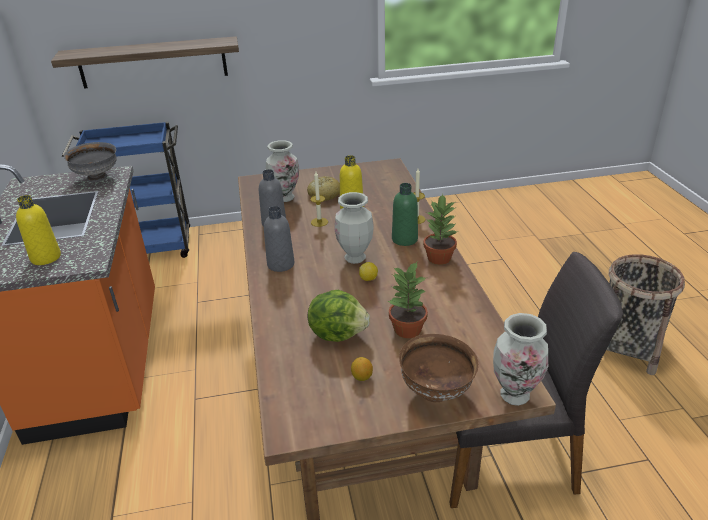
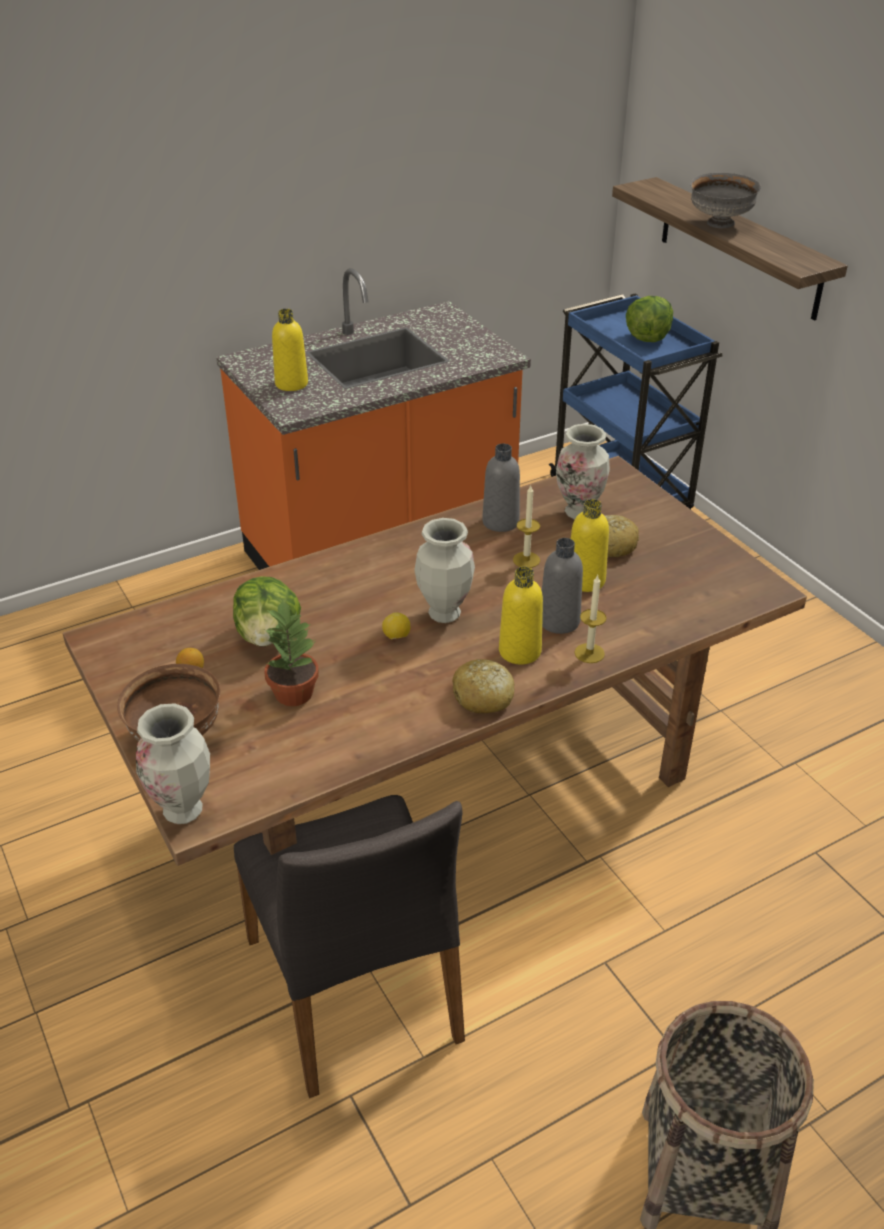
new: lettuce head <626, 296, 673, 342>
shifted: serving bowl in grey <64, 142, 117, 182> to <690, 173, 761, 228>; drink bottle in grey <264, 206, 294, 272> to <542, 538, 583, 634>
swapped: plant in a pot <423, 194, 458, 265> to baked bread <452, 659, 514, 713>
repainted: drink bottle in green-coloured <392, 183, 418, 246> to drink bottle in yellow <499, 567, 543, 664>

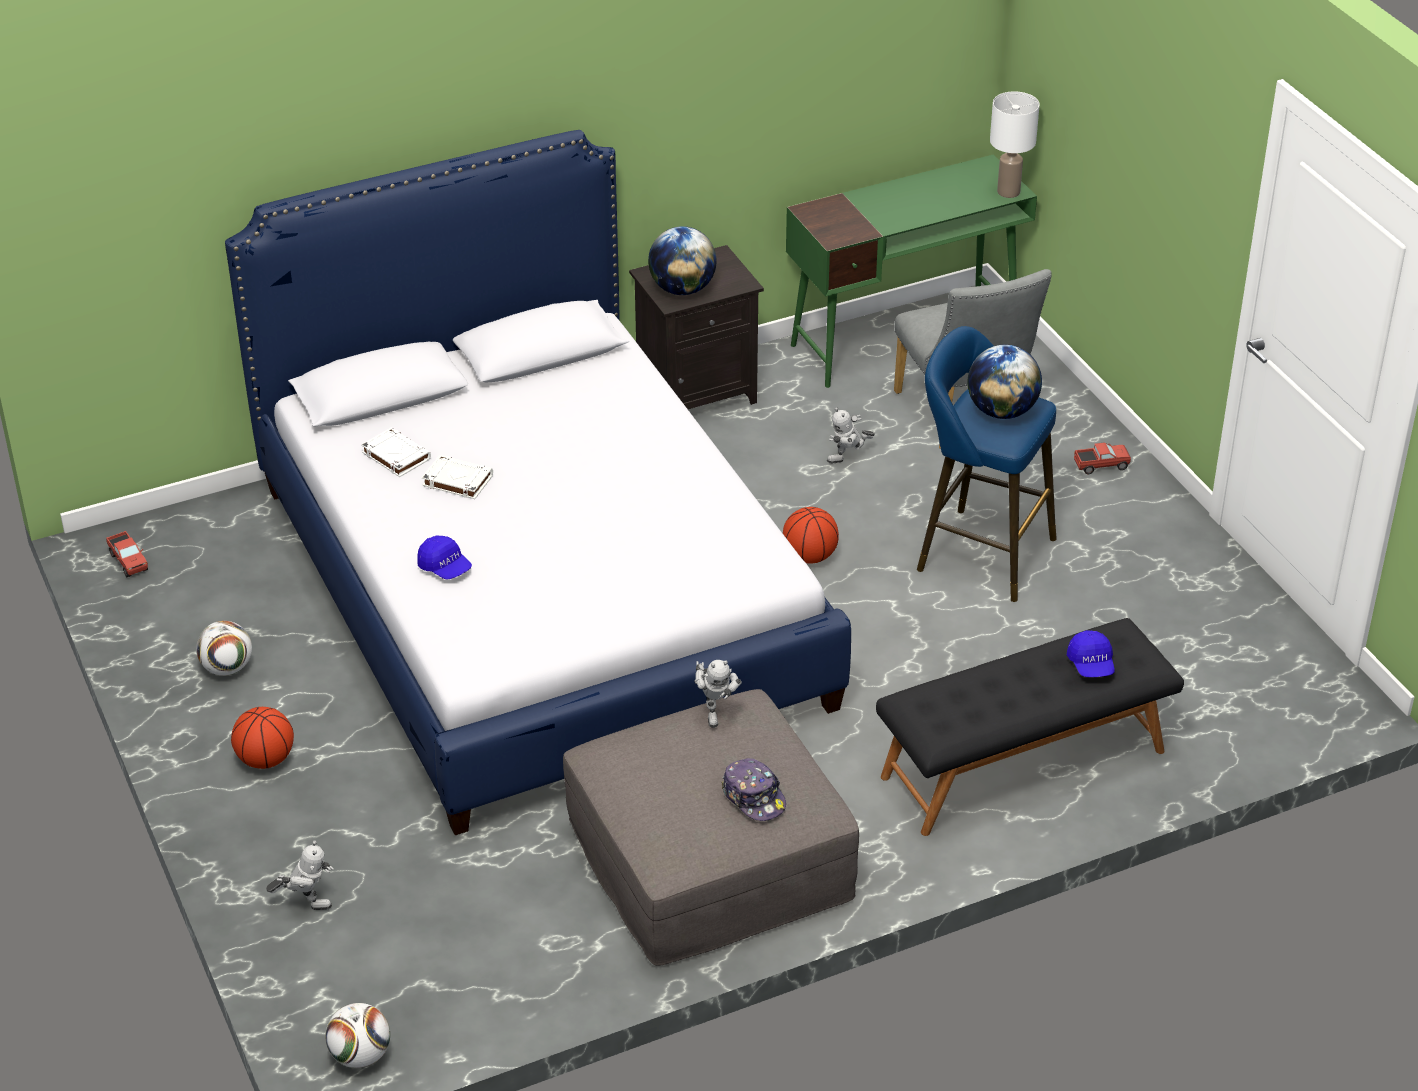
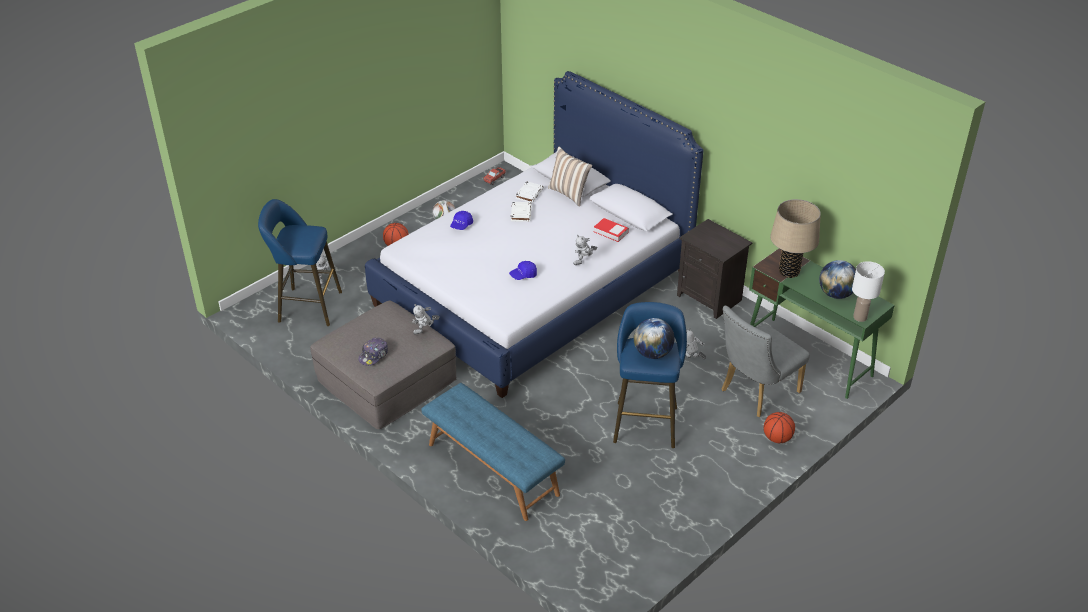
gone: football <325, 1003, 390, 1068>; model truck <1074, 443, 1131, 474>
new: stool in blue-coloured <258, 199, 342, 326>; pillow <548, 147, 592, 207>; toy robot <573, 235, 598, 265>; volume <594, 218, 629, 242>; lamp for a table in sand-coloured <770, 199, 821, 278>
shifted: desk globe <648, 226, 717, 295> to <819, 260, 856, 299>; basketball <783, 507, 839, 563> to <764, 412, 795, 443>; baseball cap in blue-coloured <1067, 630, 1115, 677> to <509, 261, 537, 280>
repainted: indoor bench in black-coloured <876, 618, 1184, 836> to indoor bench in blue-coloured <421, 383, 565, 521>

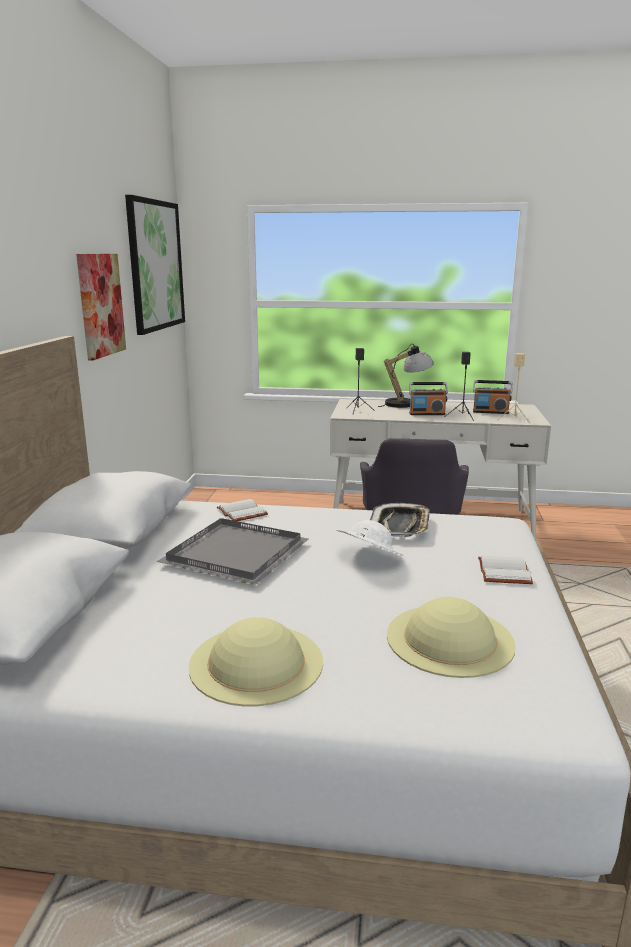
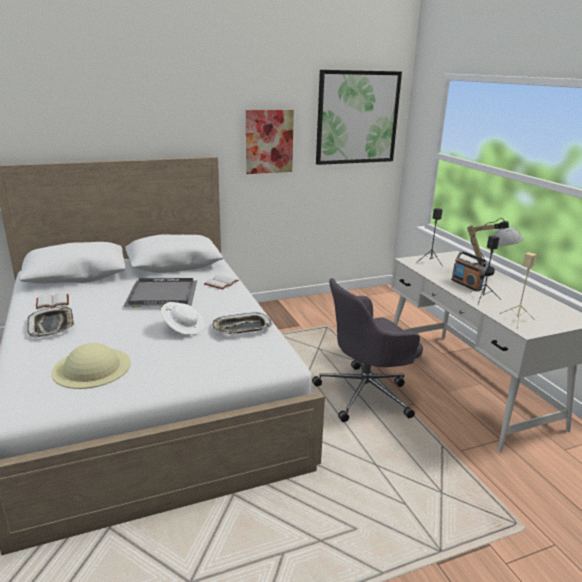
gone: radio <473, 380, 512, 414>
shifted: volume in white <478, 556, 533, 584> to <36, 293, 69, 309>
swapped: hat in sand-coloured <189, 617, 323, 706> to carrying tray <27, 307, 74, 338>

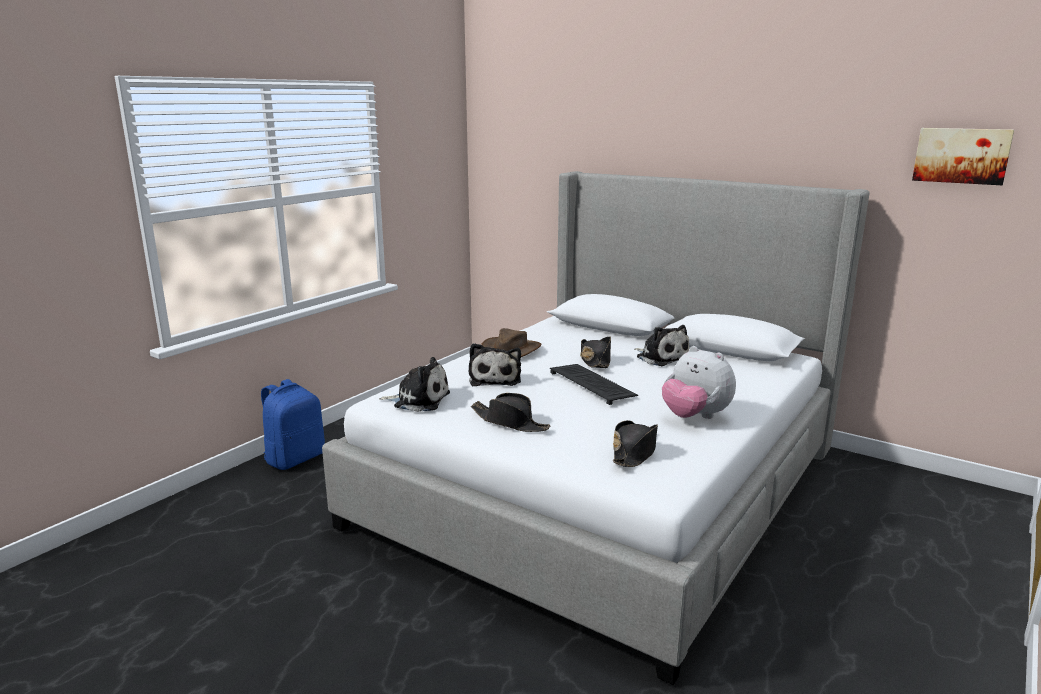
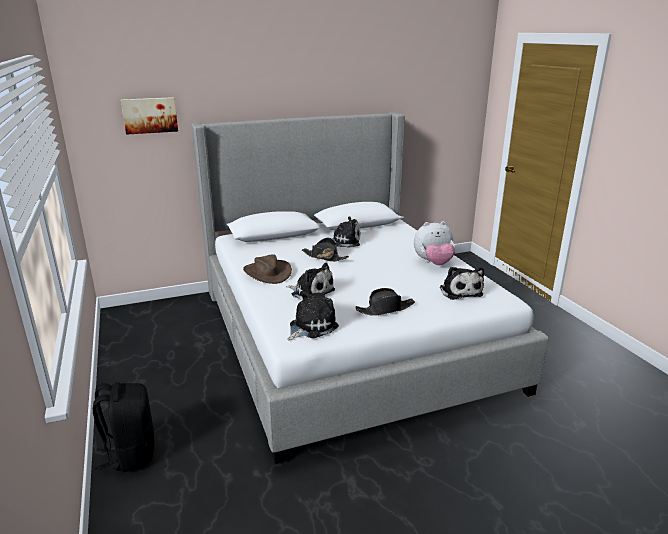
gone: keyboard <550, 364, 638, 405>
shifted: wall picture <912, 128, 1014, 185> to <121, 97, 178, 135>
swapped: hat in black-coloured <613, 420, 658, 467> to cuddly toy <440, 267, 484, 300>
repainted: backpack in blue-coloured <261, 379, 325, 470> to backpack in black-coloured <93, 382, 154, 472>

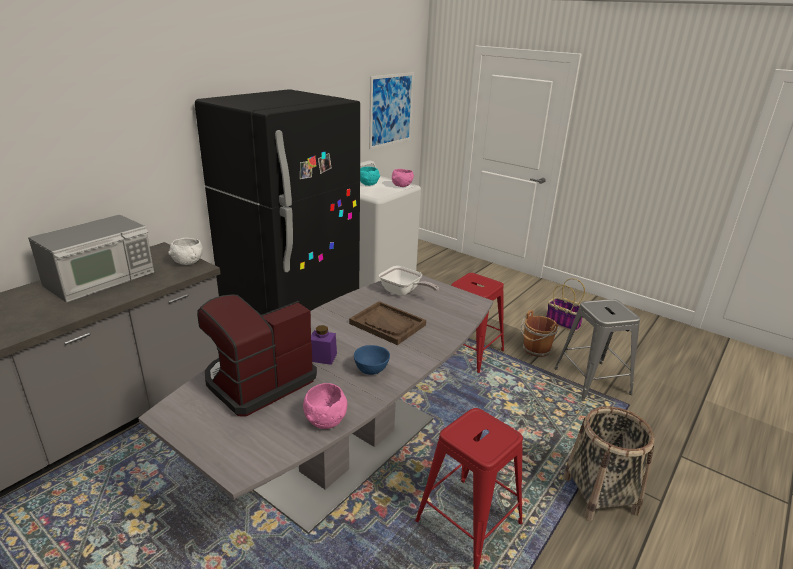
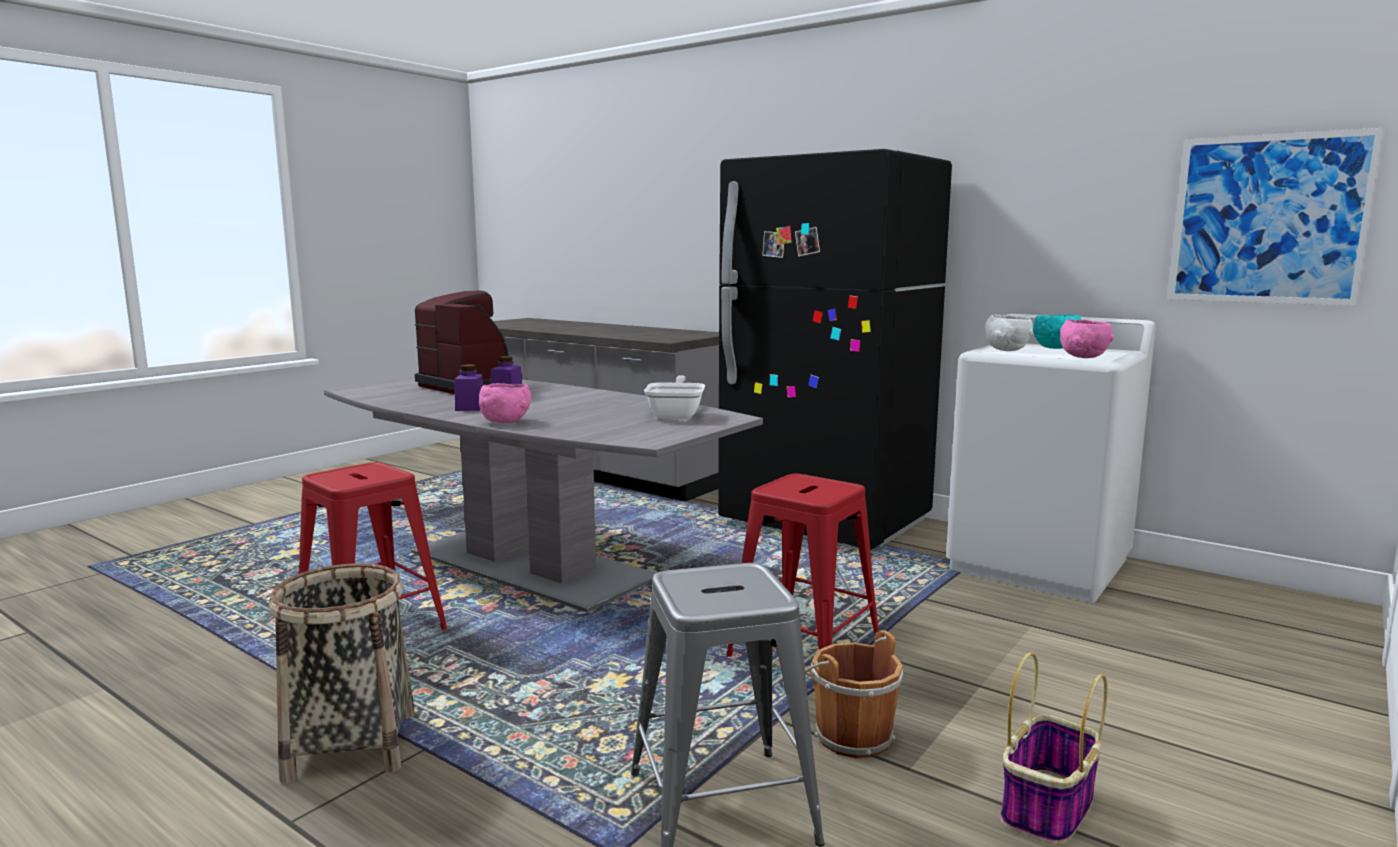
gone: kitchen microwave <28, 215, 154, 302>; carrying tray in brown-coloured <349, 301, 426, 345>
shifted: serving bowl in white <168, 238, 203, 265> to <985, 314, 1033, 351>; serving bowl in pink-coloured <303, 383, 347, 429> to <479, 383, 531, 423>
swapped: serving bowl in blue-coloured <354, 345, 390, 375> to preserve jar in purple-coloured <454, 364, 483, 411>
rotated: frying pan <379, 266, 439, 296> = <644, 375, 705, 419> 150 degrees clockwise

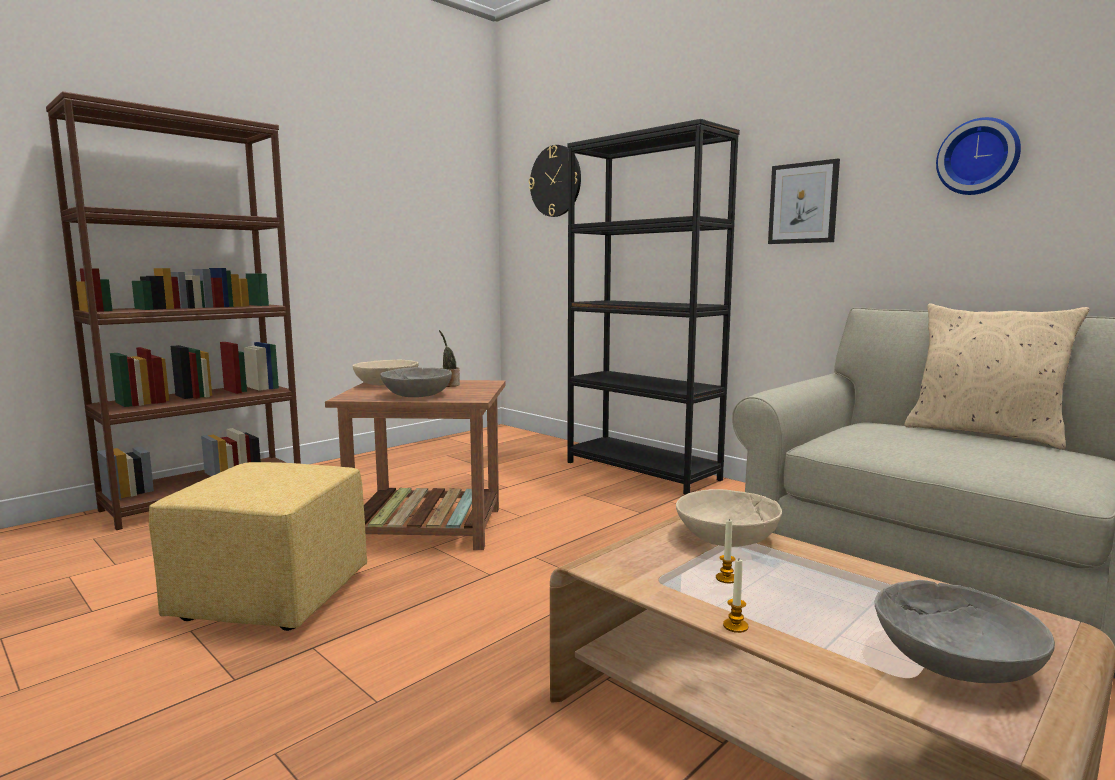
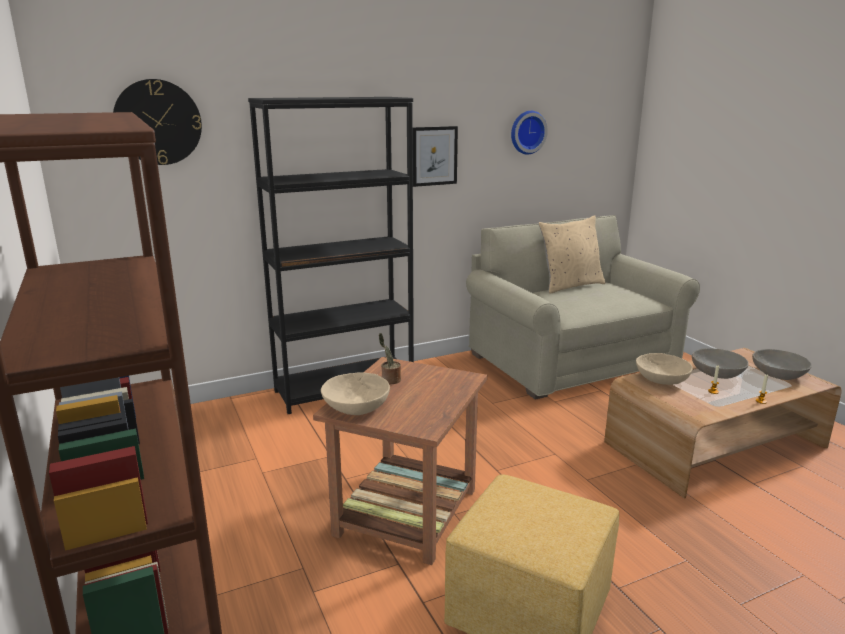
shifted: serving bowl in grey <380, 367, 452, 397> to <692, 348, 749, 379>

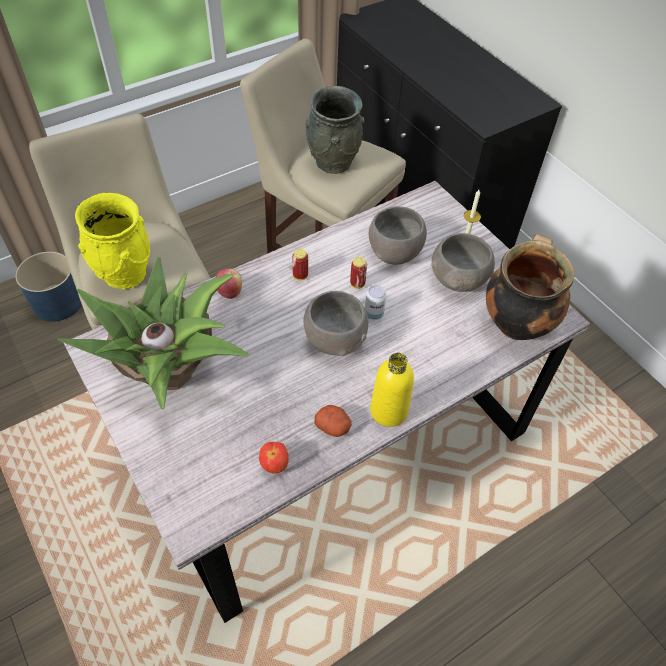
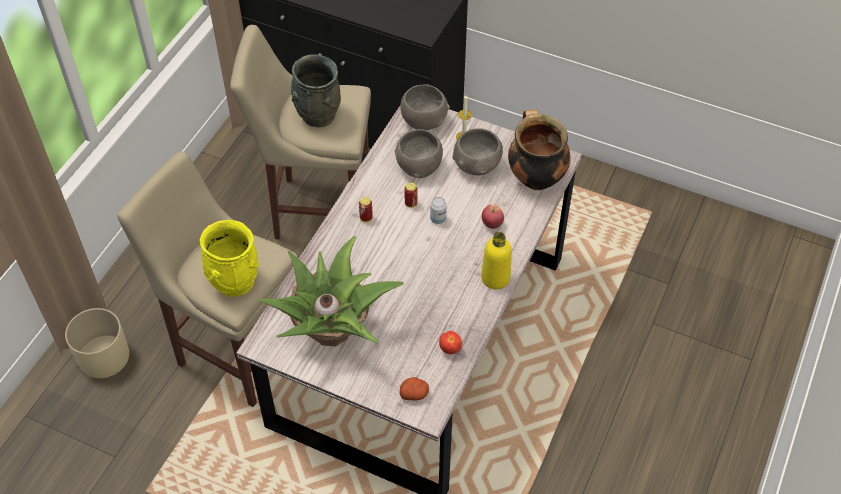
shifted: apple <216, 268, 242, 299> to <482, 204, 504, 229>; serving bowl in grey <303, 291, 368, 356> to <400, 84, 450, 130>; whole potato <315, 405, 352, 437> to <399, 377, 429, 401>
repainted: planter in blue-coloured <15, 252, 82, 322> to planter in sand-coloured <65, 308, 129, 378>

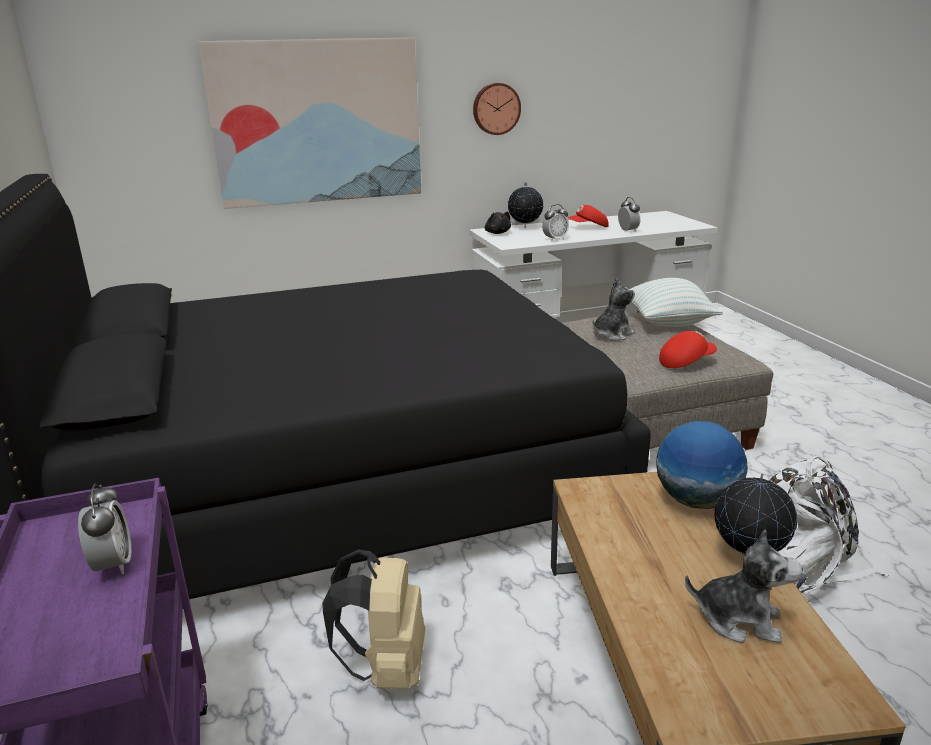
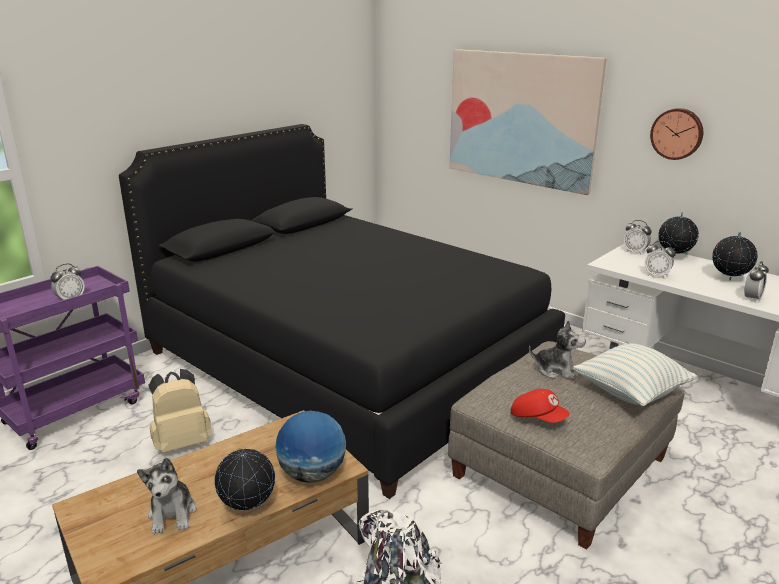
swapped: cuddly toy in black-coloured <485, 212, 511, 234> to table clock <624, 220, 652, 255>; baseball cap in red-coloured <567, 205, 609, 227> to desk globe <712, 232, 758, 280>

